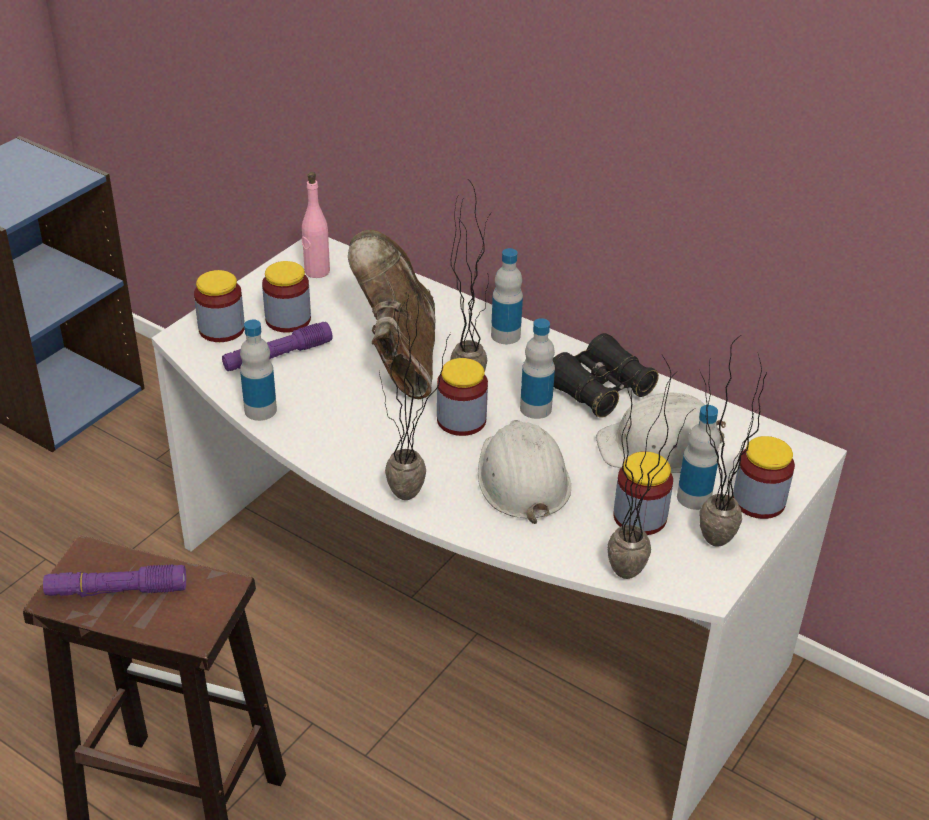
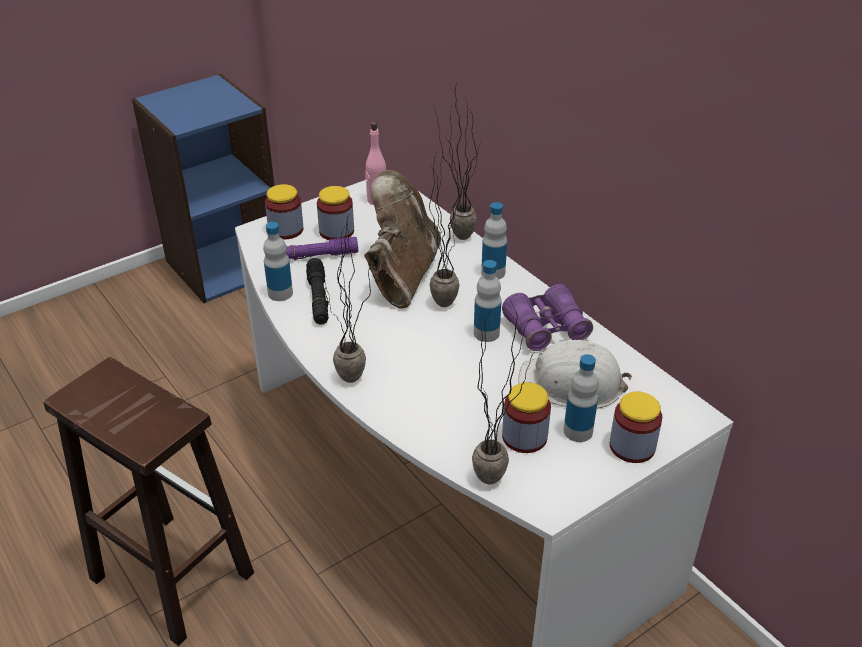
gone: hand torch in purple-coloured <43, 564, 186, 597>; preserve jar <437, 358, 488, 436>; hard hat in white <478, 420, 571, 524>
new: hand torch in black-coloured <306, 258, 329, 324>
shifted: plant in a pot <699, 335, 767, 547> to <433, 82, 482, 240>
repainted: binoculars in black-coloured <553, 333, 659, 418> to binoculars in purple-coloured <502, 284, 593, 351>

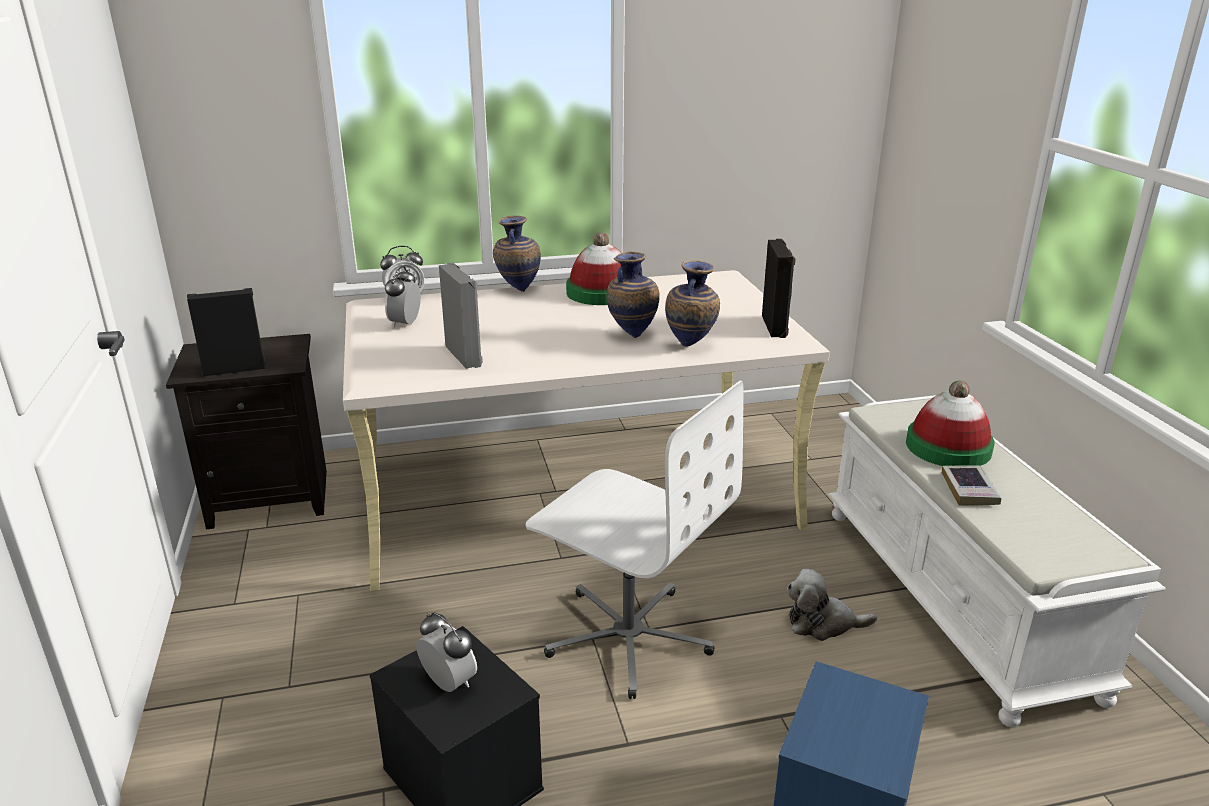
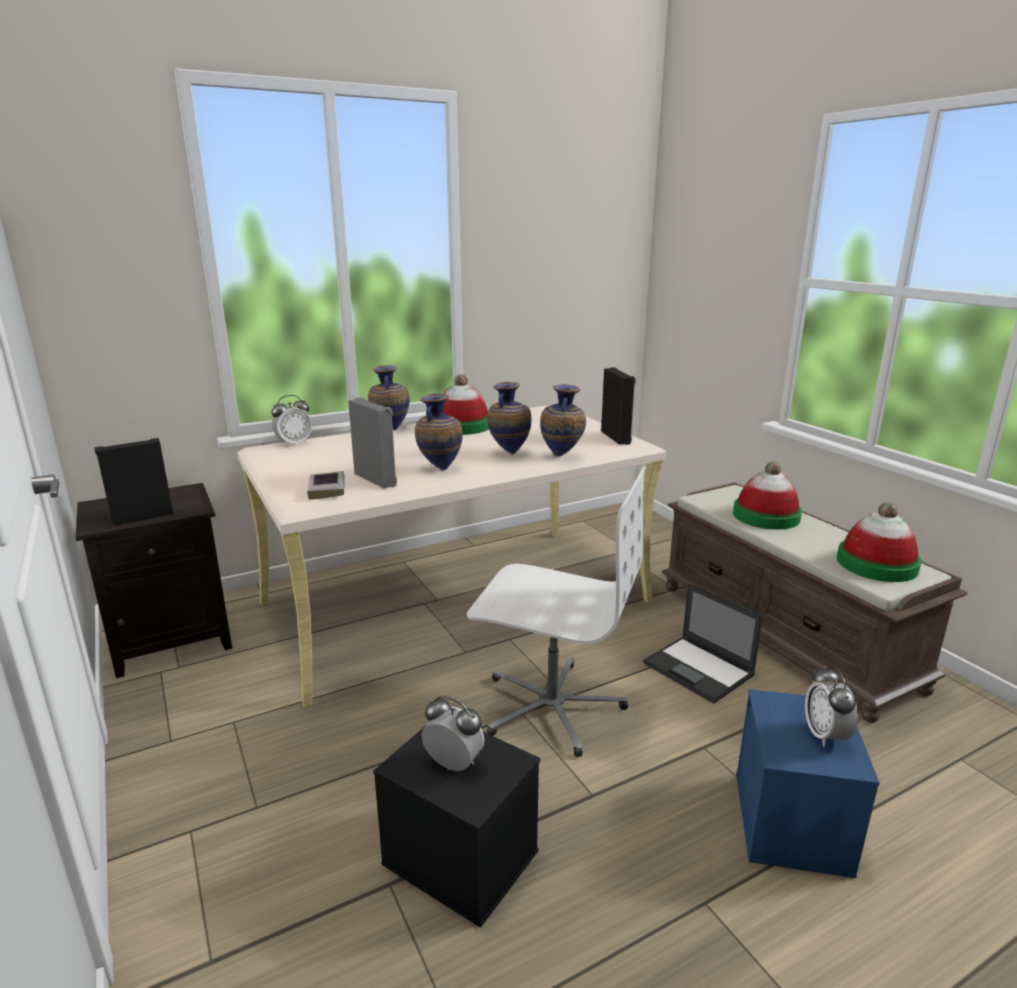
new: vase <415, 393, 463, 471>; hat <837, 502, 921, 582>
shifted: table clock <385, 266, 421, 328> to <805, 666, 858, 747>; volume <942, 465, 1002, 506> to <307, 471, 345, 500>
swapped: cuddly toy <787, 569, 877, 641> to notebook computer <643, 583, 763, 704>
repainted: indoor bench in white <828, 395, 1166, 727> to indoor bench in brown-coloured <662, 482, 968, 723>

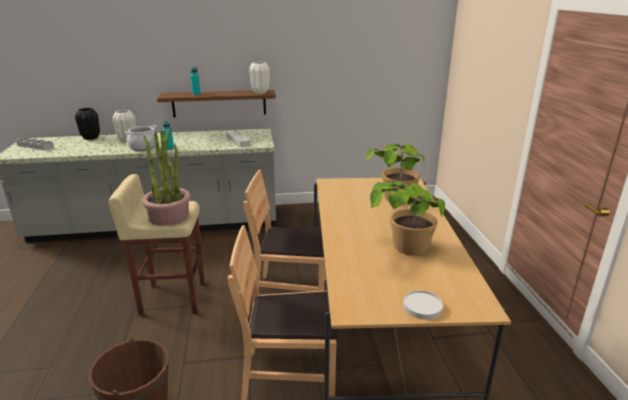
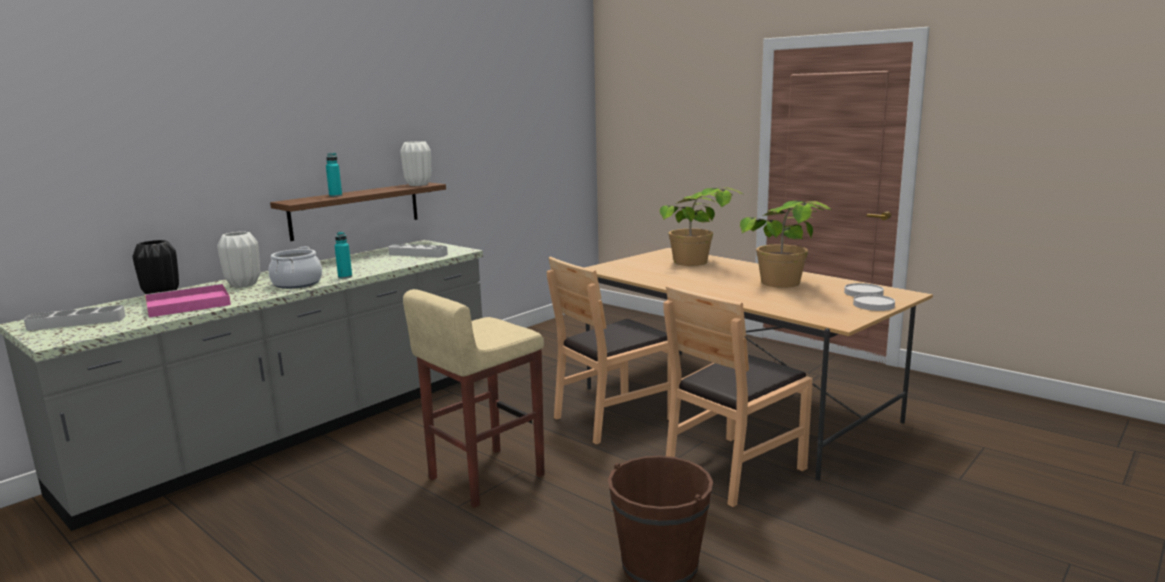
gone: plant in a pot <142, 129, 191, 226>
new: carrying tray in pink-coloured <145, 284, 231, 317>; flat dish in white <844, 283, 884, 297>

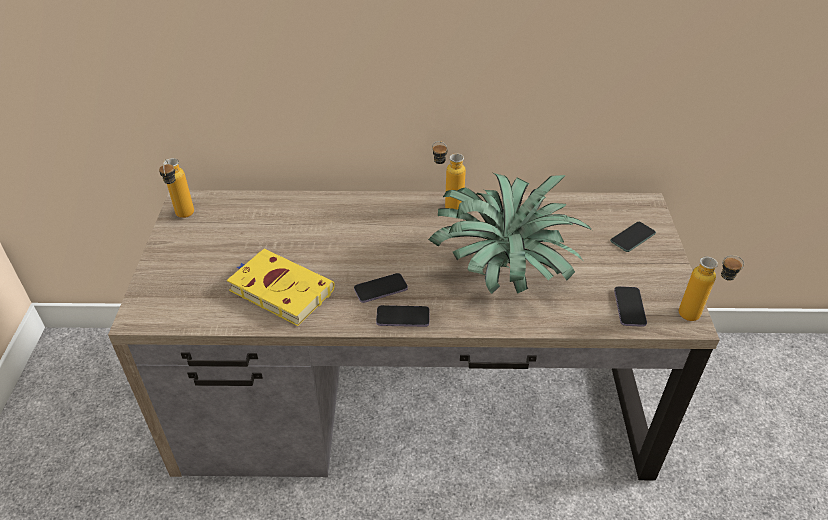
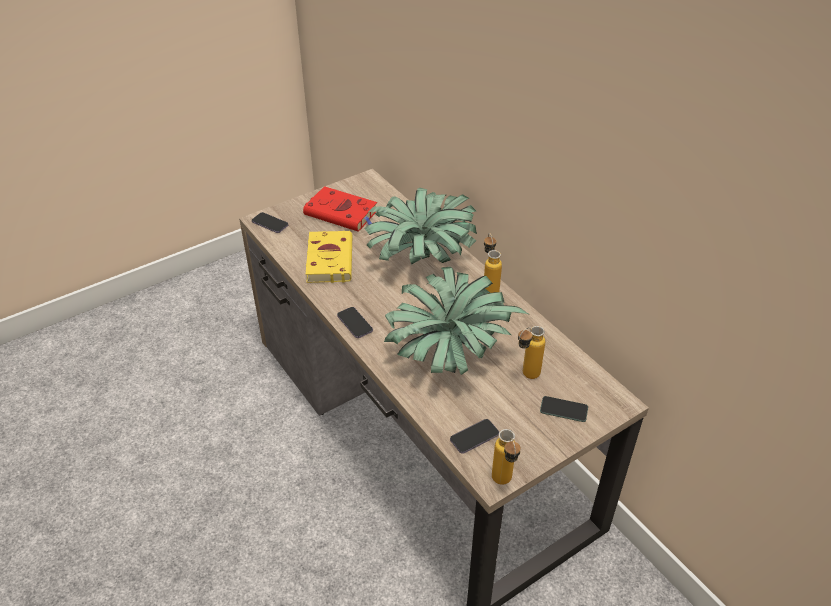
new: volume in red-coloured <303, 186, 377, 232>; plant in a pot <364, 188, 477, 265>
shifted: drink bottle <159, 158, 194, 218> to <518, 326, 545, 379>; phone <354, 273, 408, 303> to <252, 212, 288, 233>

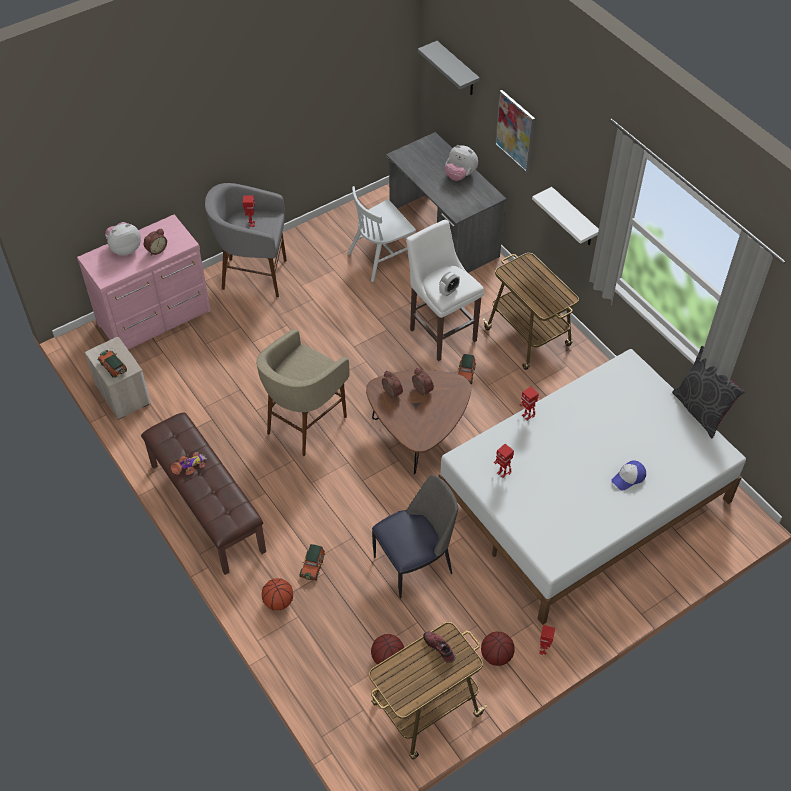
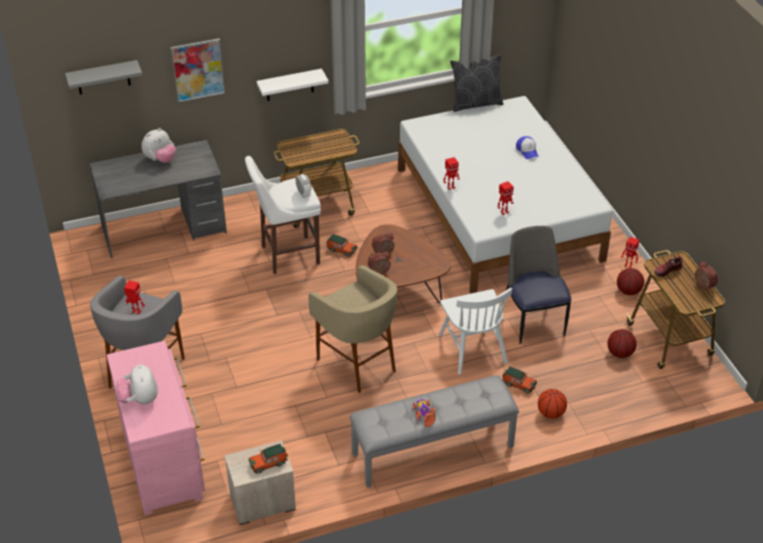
shifted: table clock <144, 229, 167, 255> to <695, 261, 718, 290>; plain chair in white <348, 186, 416, 282> to <439, 287, 512, 375>
repainted: indoor bench in brown-coloured <141, 412, 266, 575> to indoor bench in grey <350, 375, 519, 488>

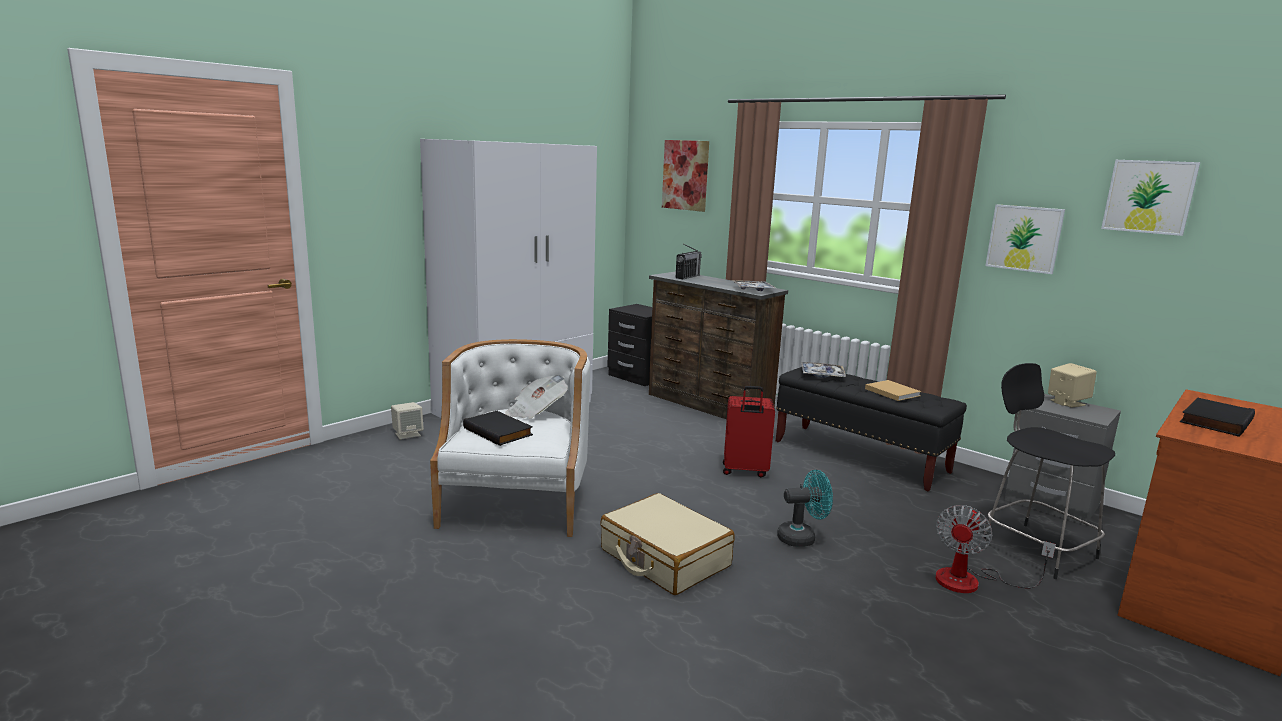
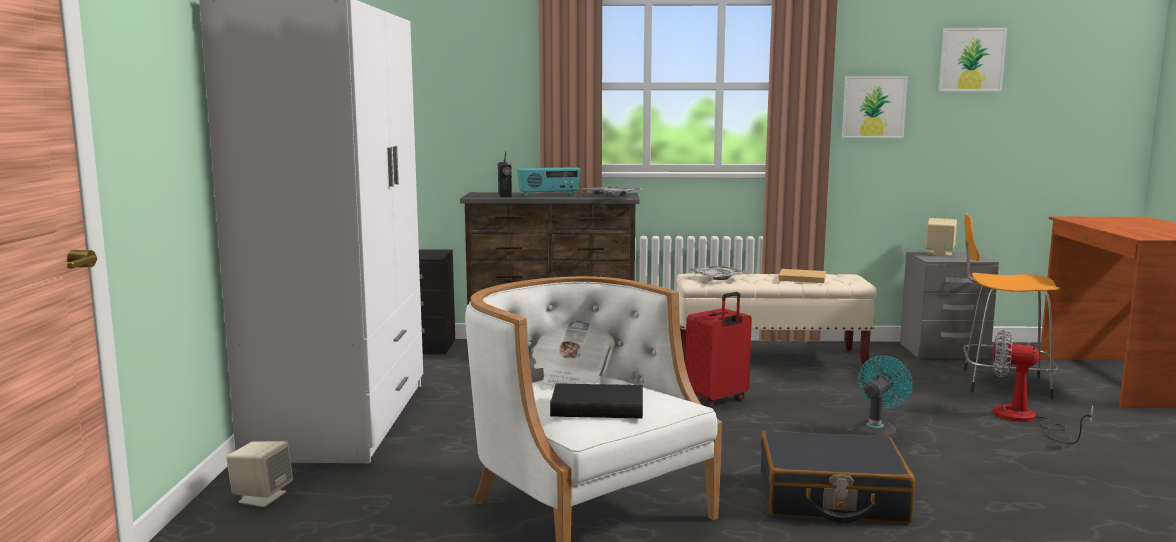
gone: wall picture <662, 140, 709, 212>; volume in black-coloured <1180, 398, 1255, 437>
new: radio <517, 167, 580, 197>
repainted: piece of luggage in sand-coloured <600, 493, 735, 595> to piece of luggage in black-coloured <761, 431, 915, 523>; indoor bench in black-coloured <776, 367, 967, 491> to indoor bench in sand-coloured <676, 274, 877, 367>; stool in black-coloured <984, 363, 1115, 579> to stool in orange <963, 213, 1060, 399>
rotated: cooling fan <935, 505, 1056, 593> = <993, 330, 1094, 444> 120 degrees clockwise

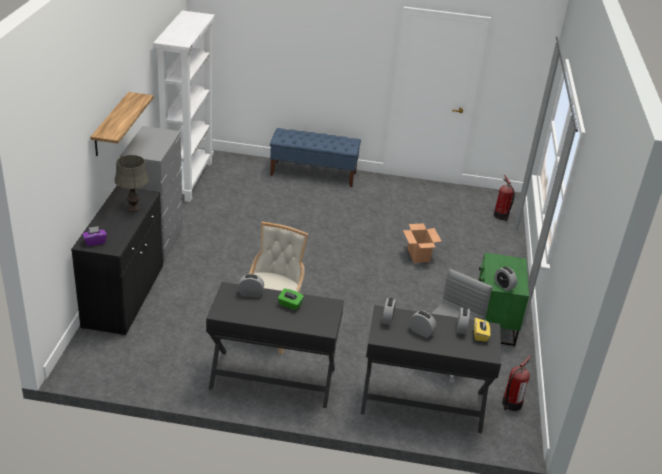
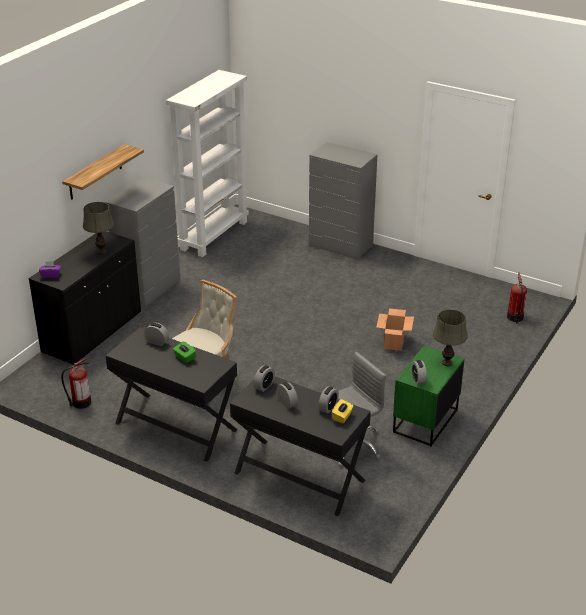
new: lamp for a table in grey <433, 309, 467, 366>
shifted: fire-fighting cylinder <502, 356, 531, 411> to <61, 358, 91, 409>
swapped: indoor bench in blue-coloured <270, 128, 361, 187> to drawer chest in grey <309, 142, 378, 260>

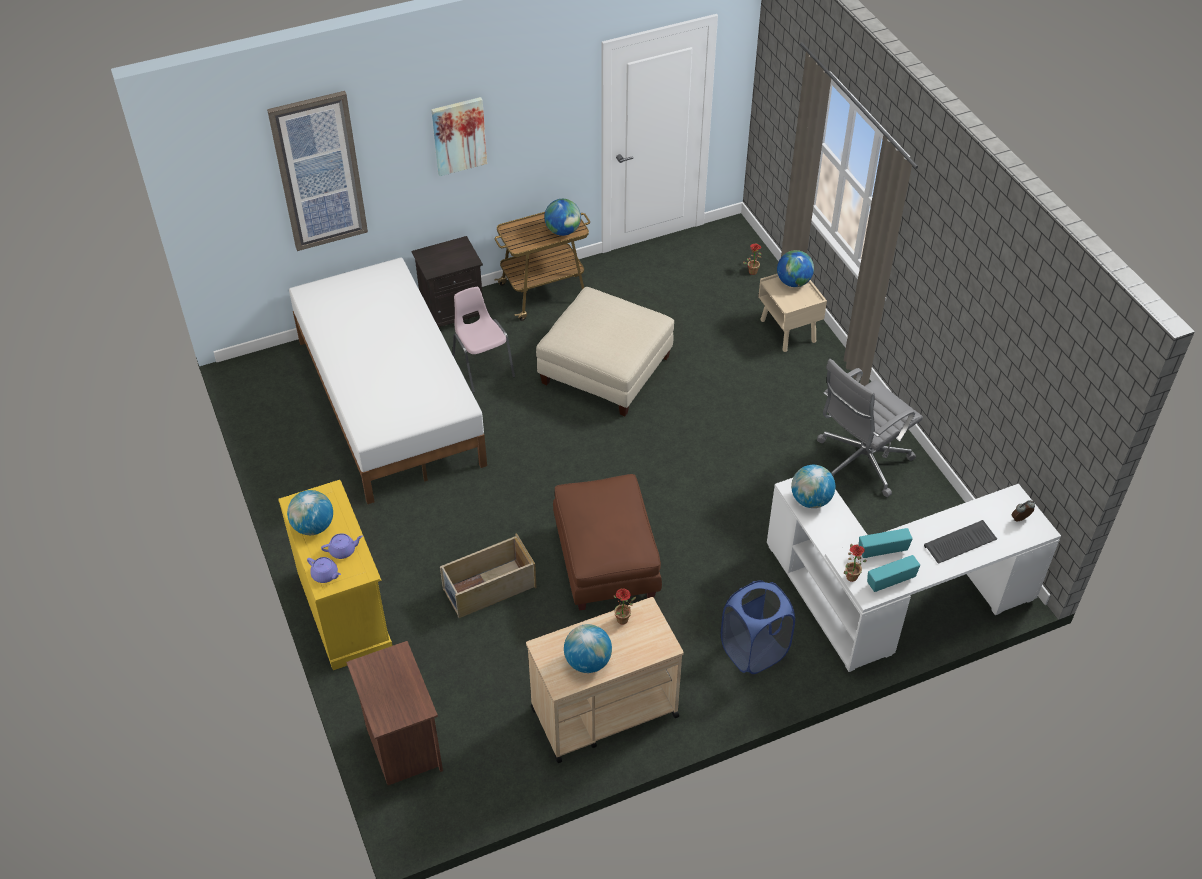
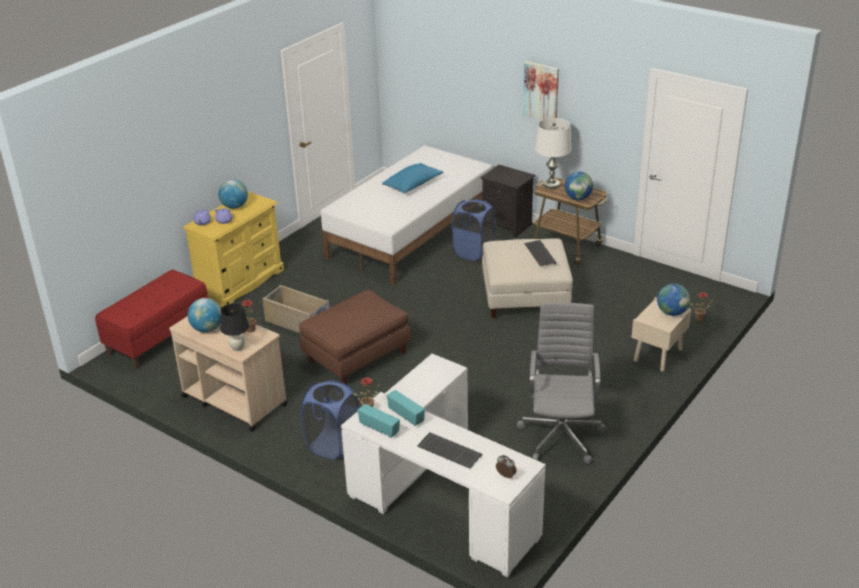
gone: wall picture <267, 91, 368, 251>; desk globe <791, 465, 835, 508>
new: lamp for a table in black-coloured <220, 303, 249, 352>; pillow in blue-coloured <382, 163, 443, 193>; keyboard <524, 240, 556, 266>; lamp for a table in white <535, 118, 571, 189>
swapped: nightstand in brown-coloured <346, 641, 443, 785> to indoor bench in red-coloured <95, 270, 208, 369>; plain chair in pink-coloured <453, 287, 515, 393> to hamper in blue-coloured <452, 199, 496, 261>
rotated: computer chair in grey <817, 359, 923, 497> = <517, 302, 606, 464> 75 degrees clockwise

